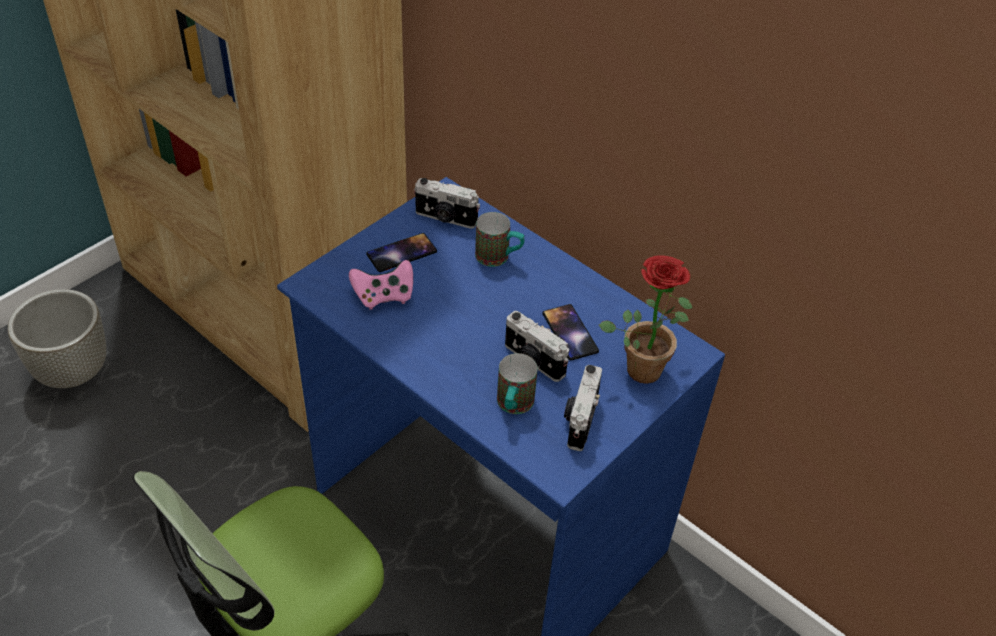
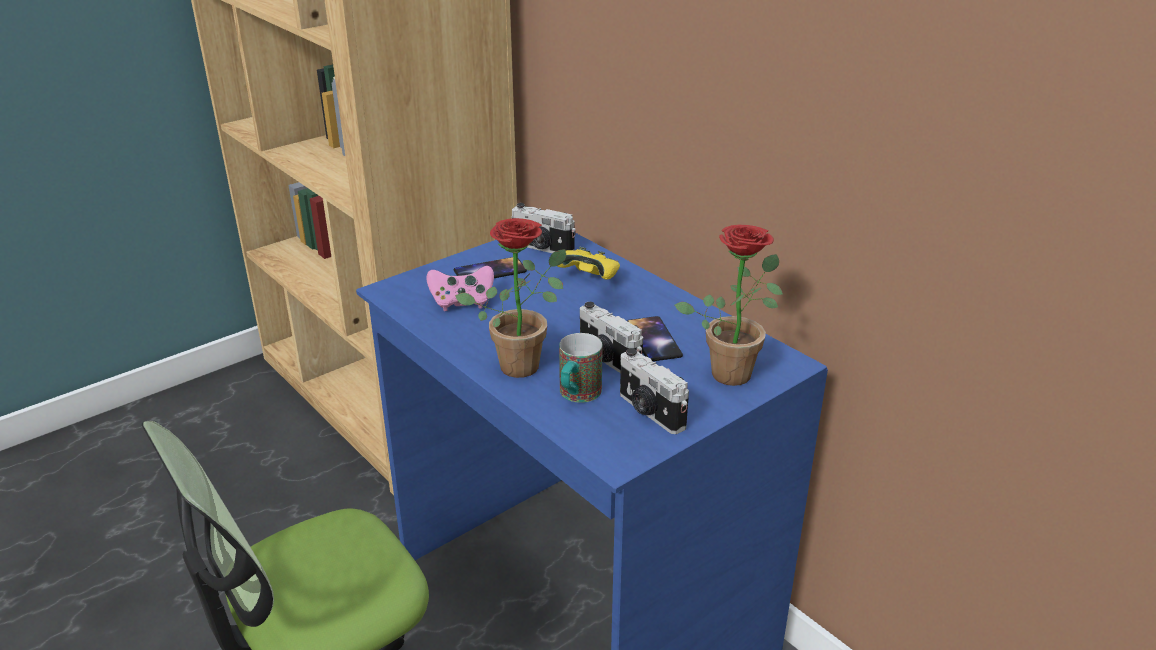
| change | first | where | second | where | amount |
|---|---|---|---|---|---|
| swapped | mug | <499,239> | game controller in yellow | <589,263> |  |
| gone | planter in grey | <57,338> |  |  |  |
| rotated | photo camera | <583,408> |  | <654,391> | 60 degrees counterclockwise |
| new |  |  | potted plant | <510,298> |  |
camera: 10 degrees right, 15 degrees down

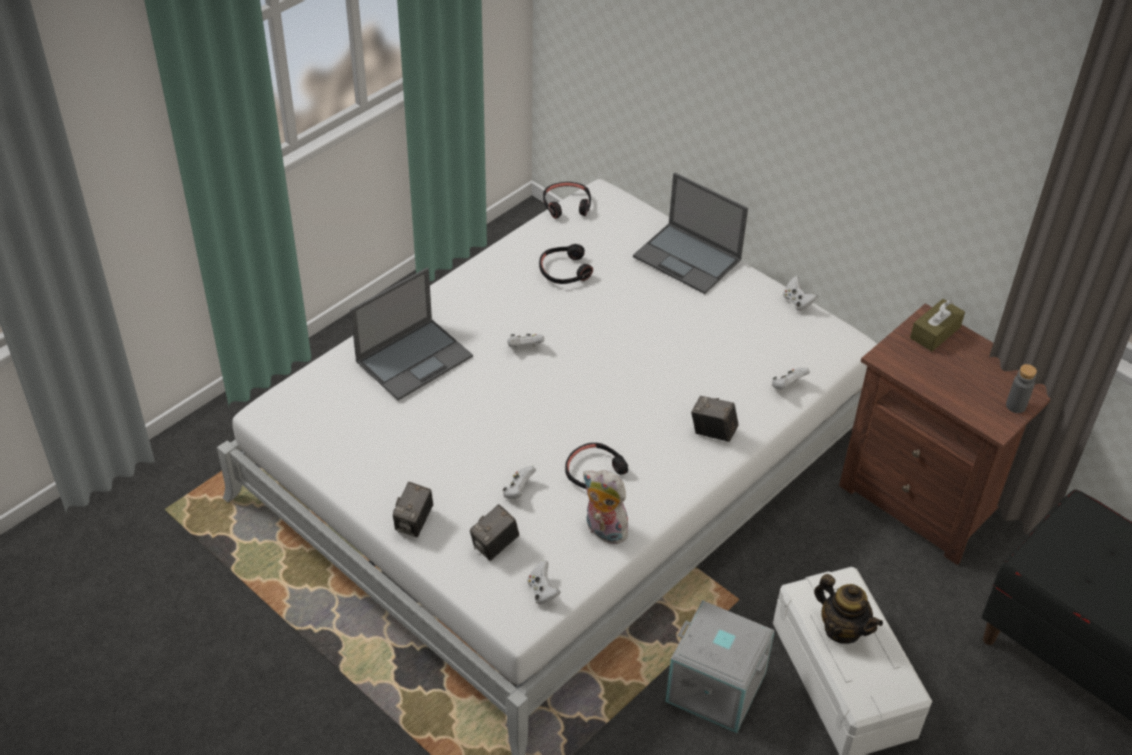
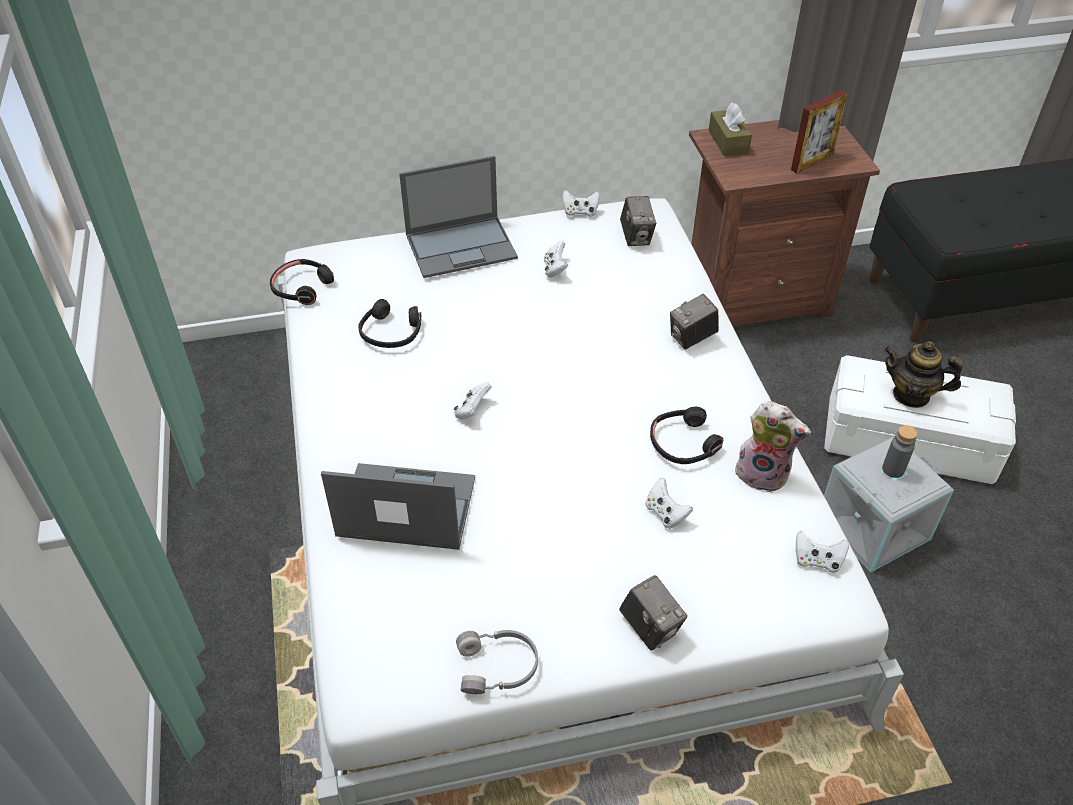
| change | first | where | second | where | amount |
|---|---|---|---|---|---|
| rotated | laptop | <411,334> |  | <398,506> | 75 degrees counterclockwise |
| shifted | bottle in grey | <1021,388> |  | <899,451> |  |
| shifted | game controller in white | <791,379> |  | <556,259> |  |
| rotated | plush toy | <605,507> |  | <773,447> | 135 degrees counterclockwise |
| shifted | photo camera | <494,532> |  | <638,221> |  |
| rotated | teapot | <848,609> |  | <923,374> | 150 degrees counterclockwise |
| new |  |  | picture frame | <819,131> |  |
| new |  |  | headphones in grey | <497,662> |  |
camera: 55 degrees left, 0 degrees up

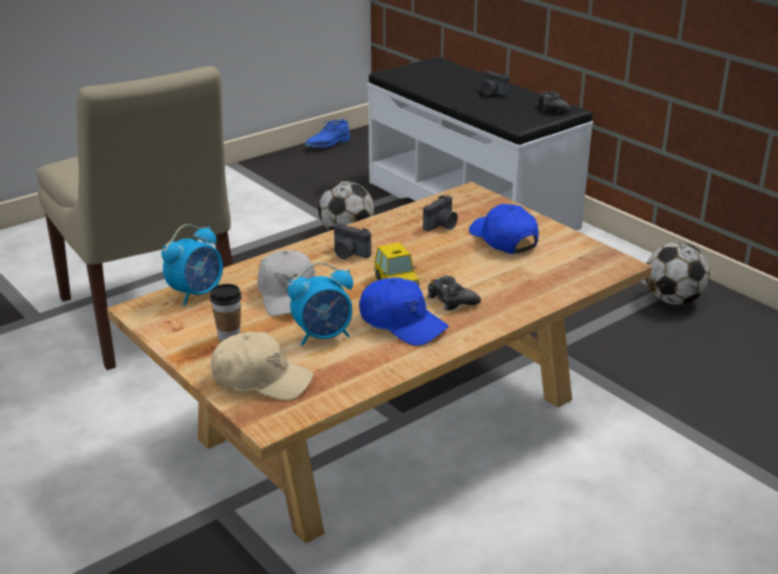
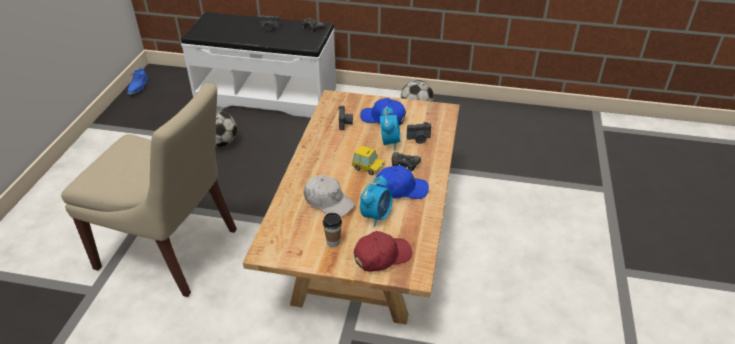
| change | first | where | second | where | amount |
|---|---|---|---|---|---|
| shifted | photo camera | <352,241> |  | <419,133> |  |
| shifted | alarm clock | <192,265> |  | <390,128> |  |
| repainted | cap in beige | <262,366> | cap in red | <383,251> |  |
camera: 40 degrees left, 10 degrees up

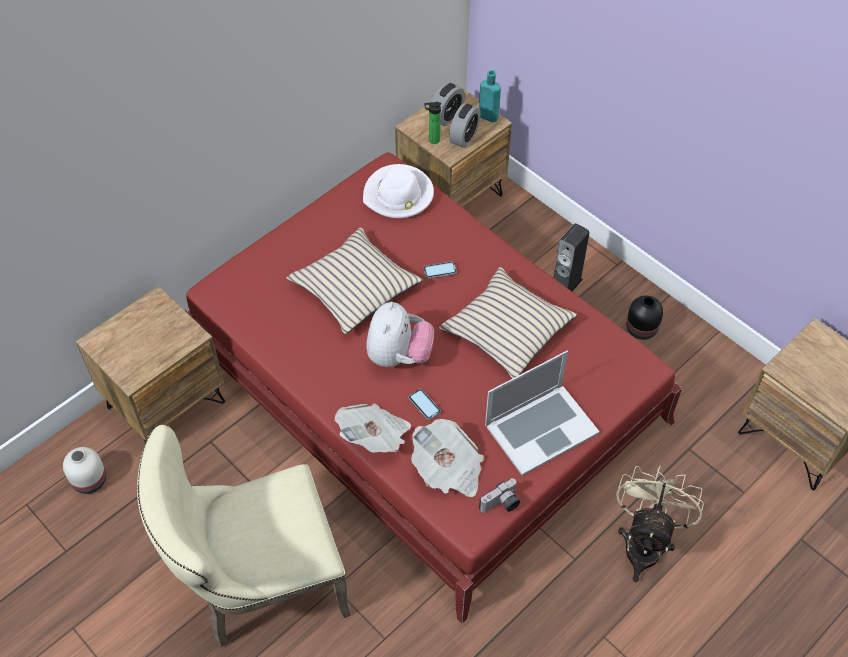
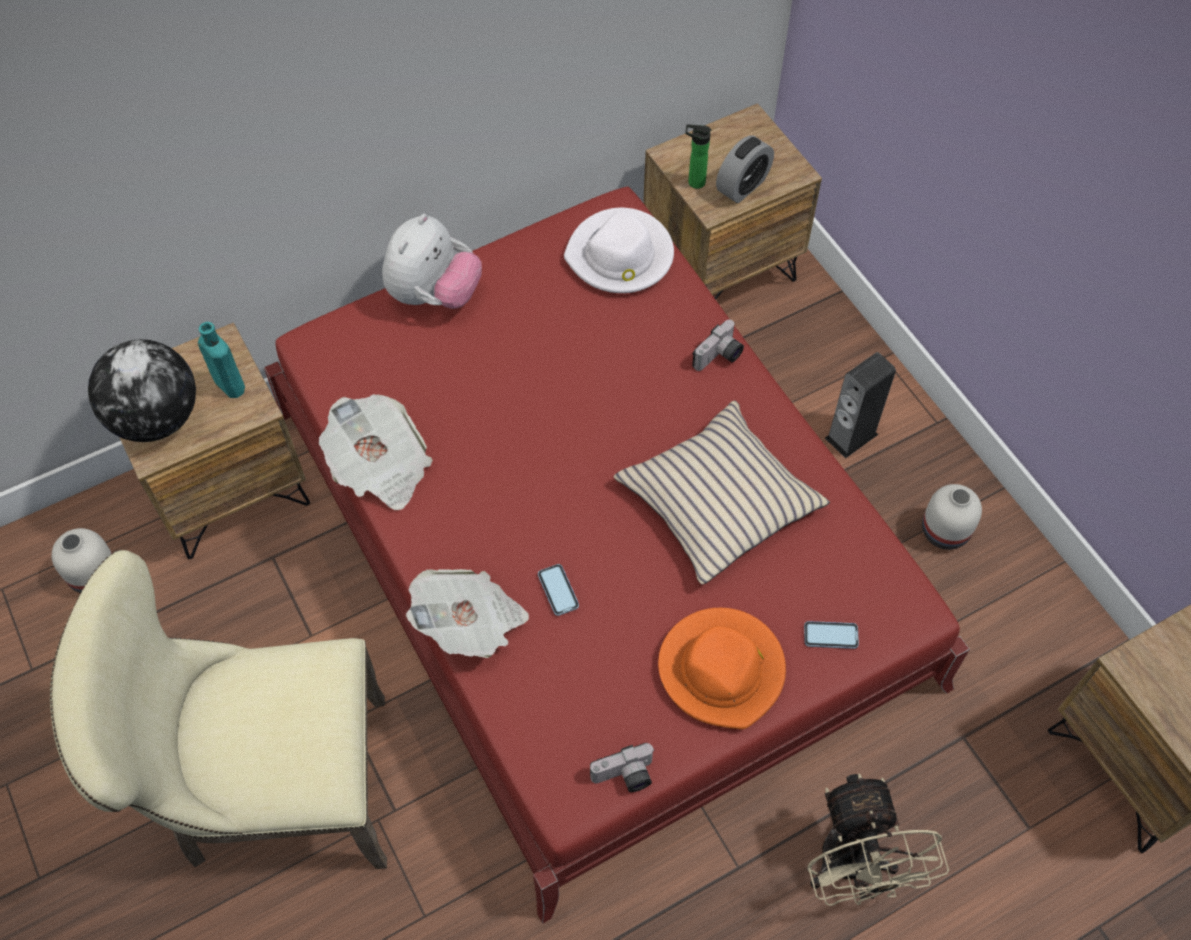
| change | first | where | second | where | amount |
|---|---|---|---|---|---|
| shifted | bottle in turquoise | <490,96> |  | <221,360> |  |
| gone | alarm clock | <448,104> |  |  |  |
| gone | pillow in beige | <355,280> |  |  |  |
| shifted | phone | <440,270> |  | <831,635> |  |
| repainted | vase in black | <644,317> | vase in white | <952,517> |  |
| shifted | plush toy | <400,334> |  | <432,261> |  |
| swapped | laptop | <542,413> | hat in orange | <722,668> |  |
| shifted | newspaper | <447,458> |  | <376,452> |  |
| rotated | fan in beige | <660,524> |  | <878,839> | 135 degrees clockwise |
| new |  |  | photo camera | <718,345> |  |
| new |  |  | globe | <142,390> |  |
camera: 15 degrees right, 5 degrees up

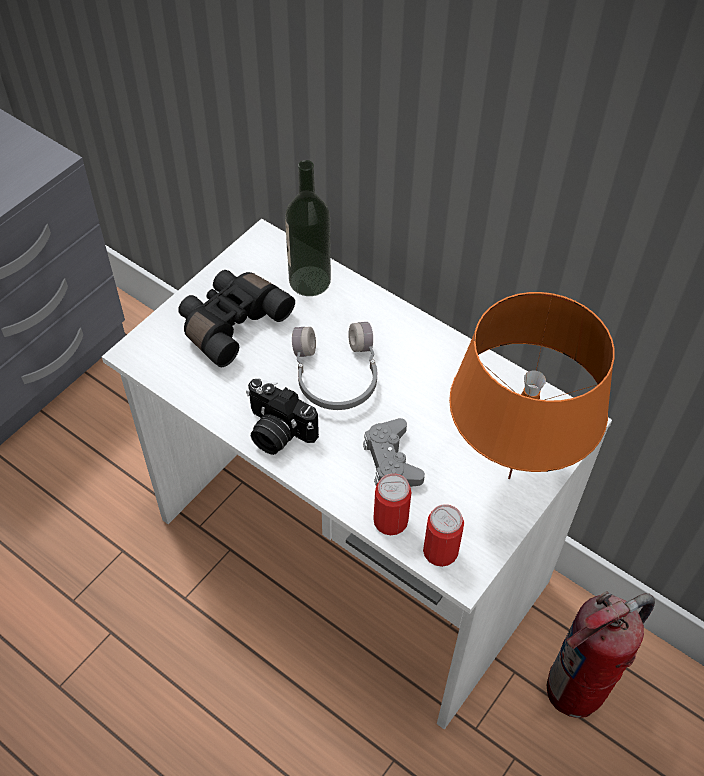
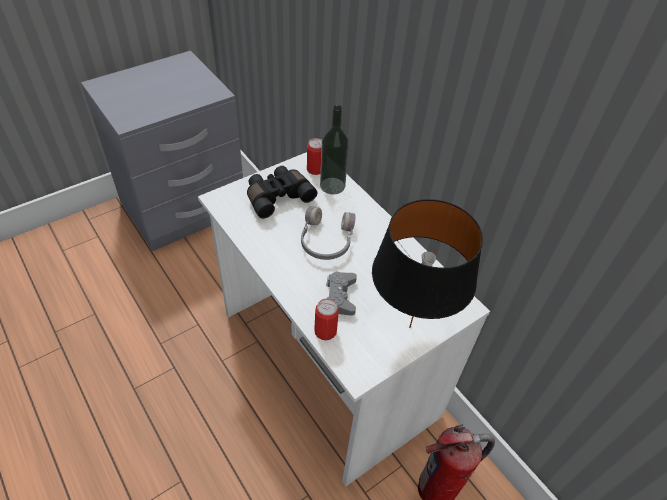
| change | first | where | second | where | amount |
|---|---|---|---|---|---|
| repainted | table lamp in orange | <532,385> | table lamp in black | <427,263> |  |
| gone | photo camera | <282,417> |  |  |  |
| shifted | can | <443,535> |  | <314,156> |  |
camera: 15 degrees right, 5 degrees down

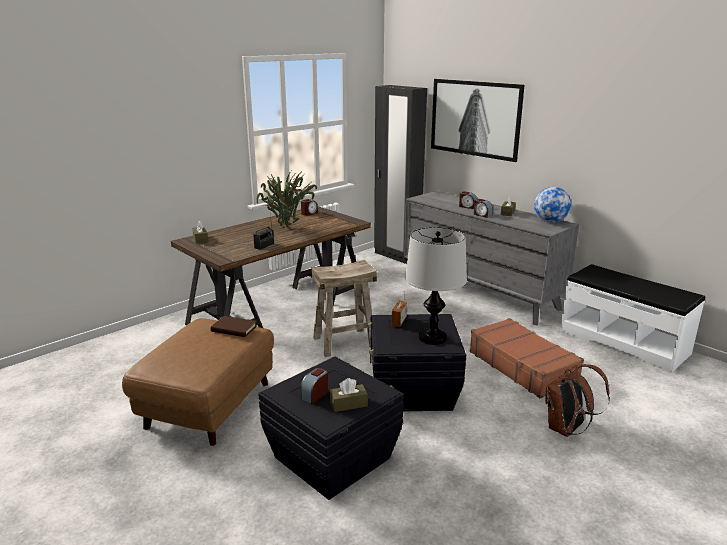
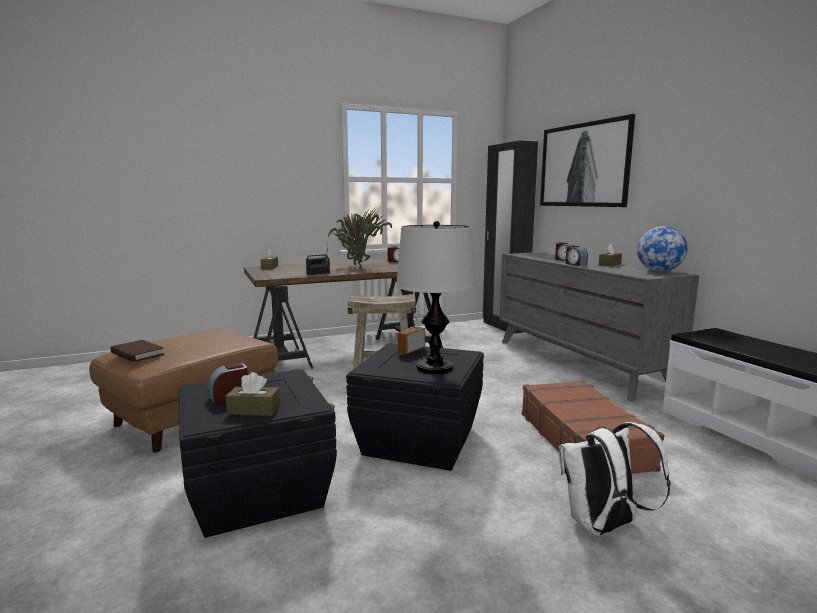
| change | first | where | second | where | amount |
|---|---|---|---|---|---|
| shifted | book in brown | <234,326> |  | <137,351> |  |
| repainted | backpack in brown | <577,400> | backpack in white | <615,479> |  |
camera: 20 degrees right, 10 degrees down

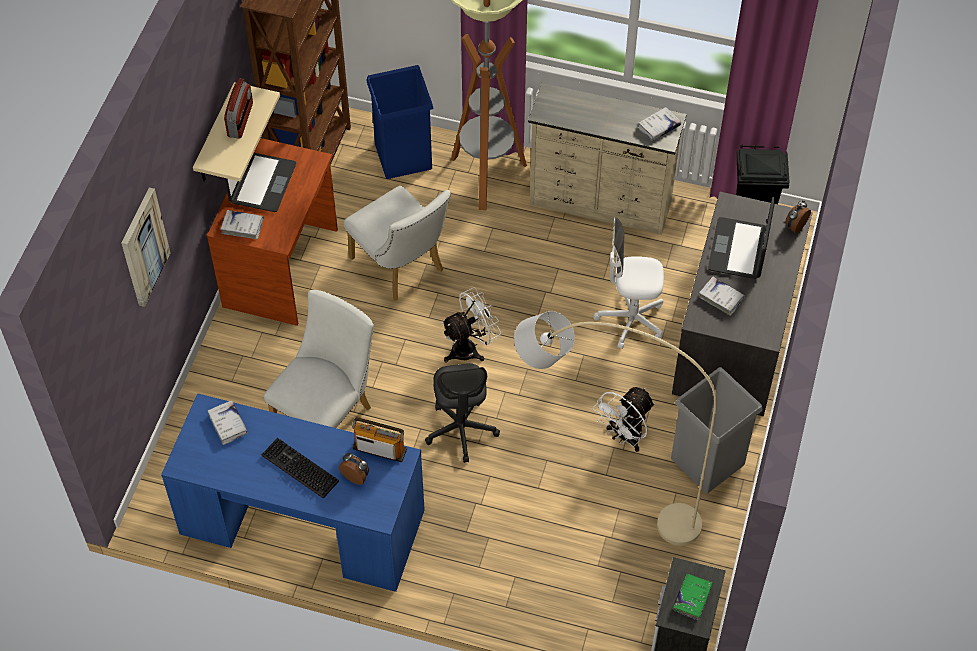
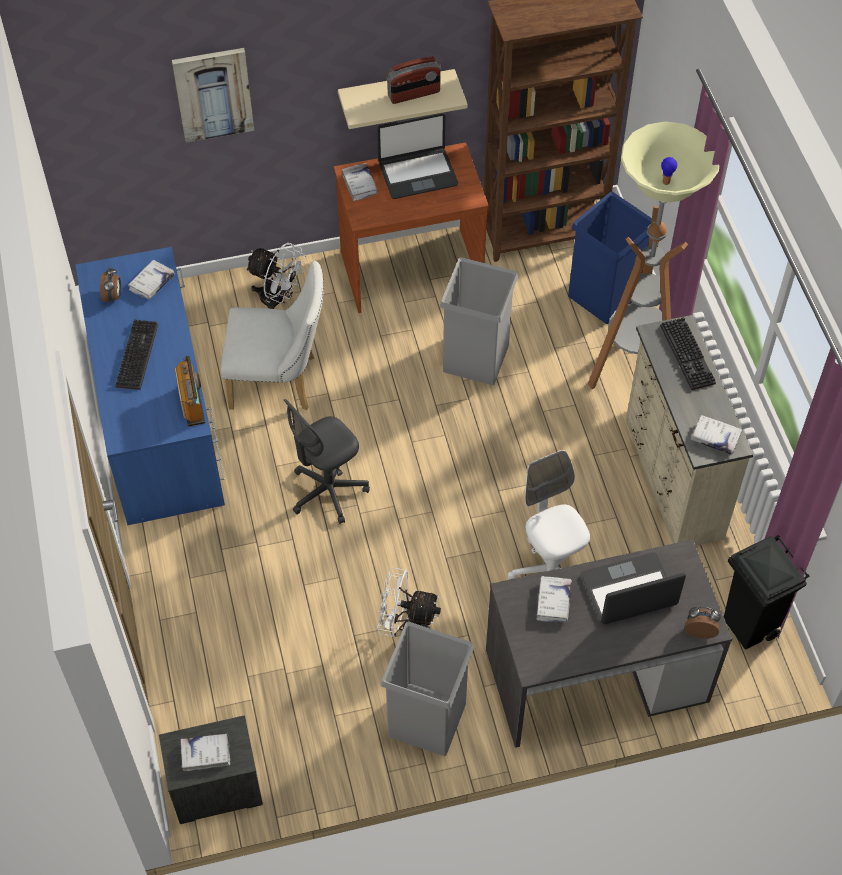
| change | first | where | second | where | amount |
|---|---|---|---|---|---|
| swapped | chair in white | <397,243> | trash can in grey | <479,321> |  |
| shifted | fan in white | <471,324> |  | <275,276> |  |
| gone | floor lamp in beige | <615,428> |  |  |  |
| shifted | alarm clock | <354,469> |  | <110,285> |  |
| repainted | book in green | <693,597> | book in white | <205,752> |  |
| new |  |  | keyboard | <688,353> |  |
camera: 60 degrees right, 0 degrees up

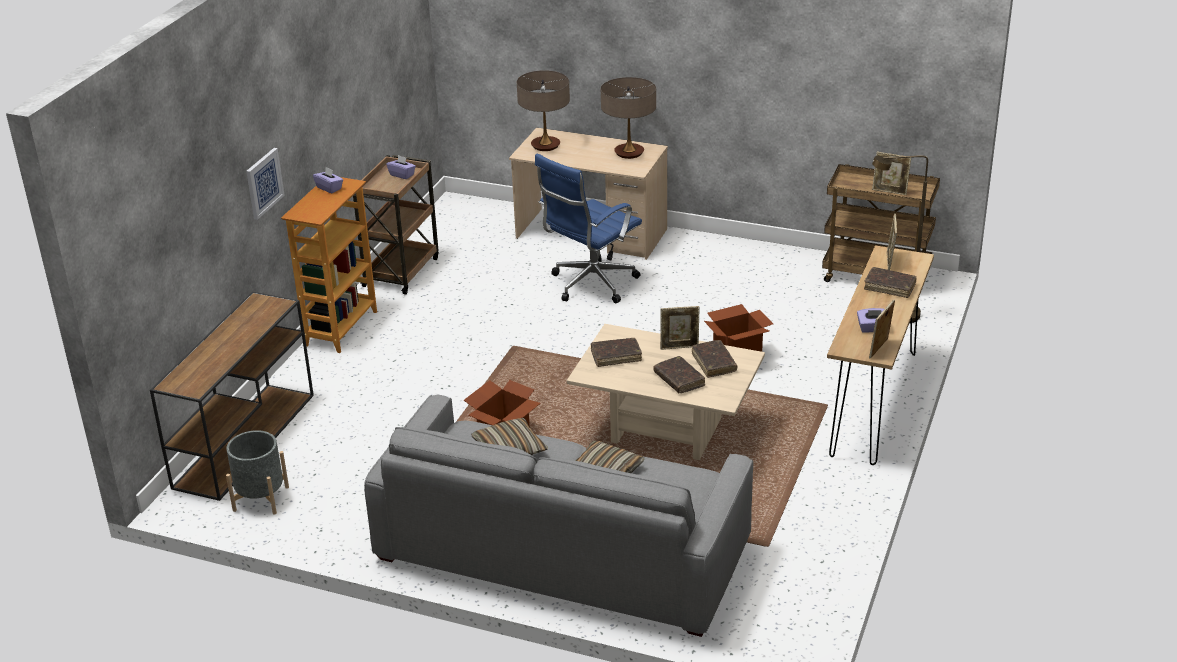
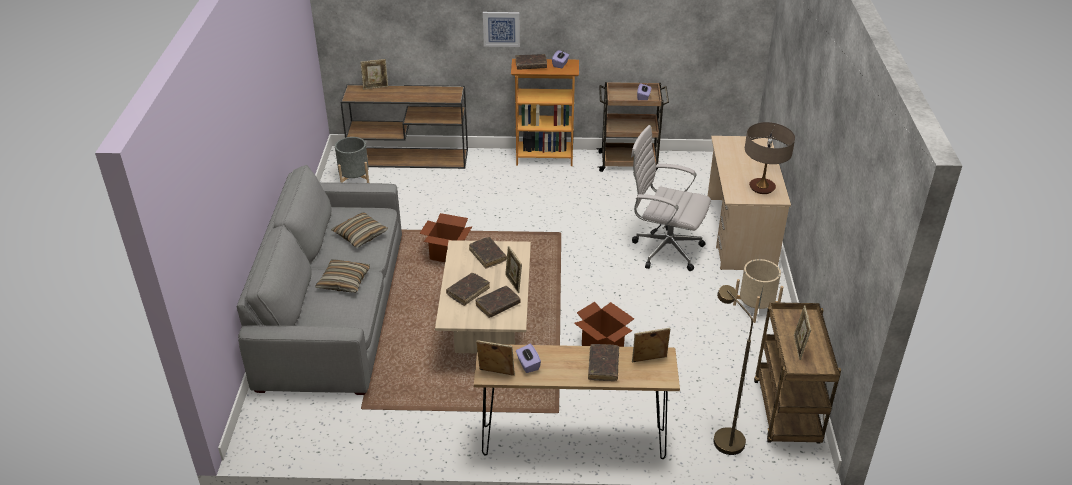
| change | first | where | second | where | amount |
|---|---|---|---|---|---|
| gone | table lamp | <543,110> |  |  |  |
| repainted | office chair in blue | <588,228> | office chair in white | <671,198> |  |
| new |  |  | book in brown | <531,62> |  |
| new |  |  | picture frame | <374,74> |  |
| new |  |  | planter in beige | <758,291> |  |
camera: 70 degrees right, 5 degrees up

